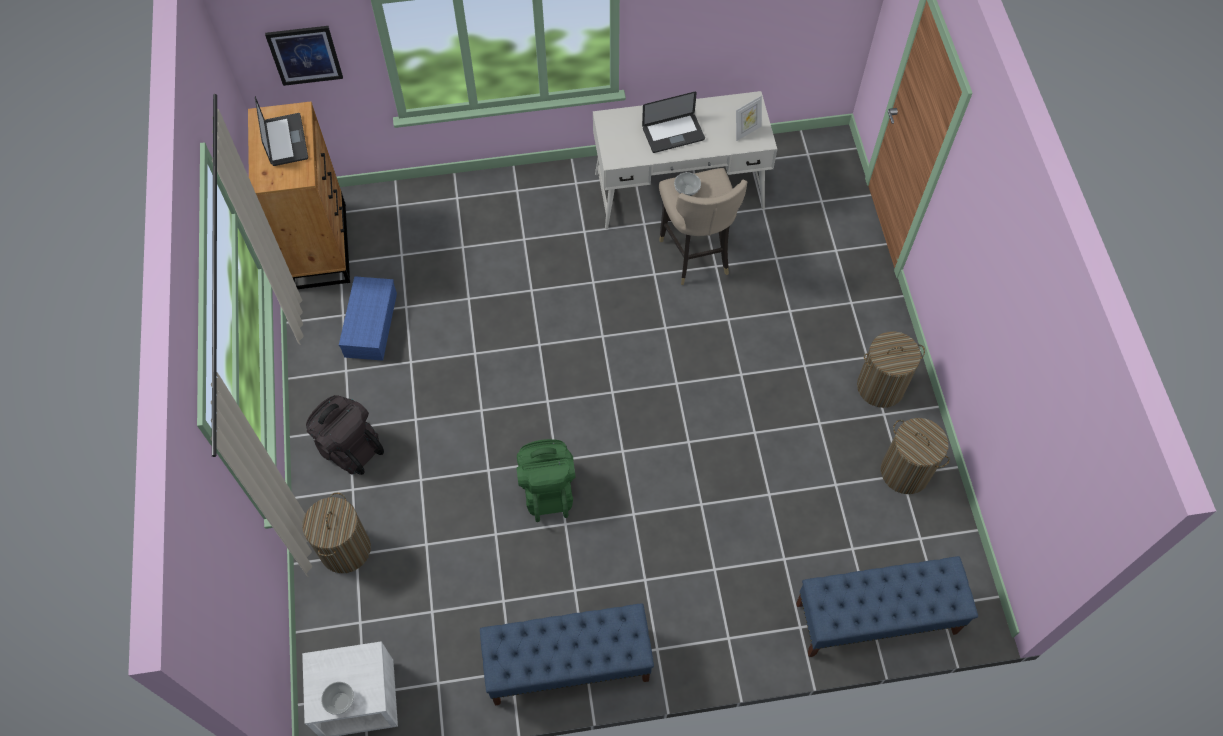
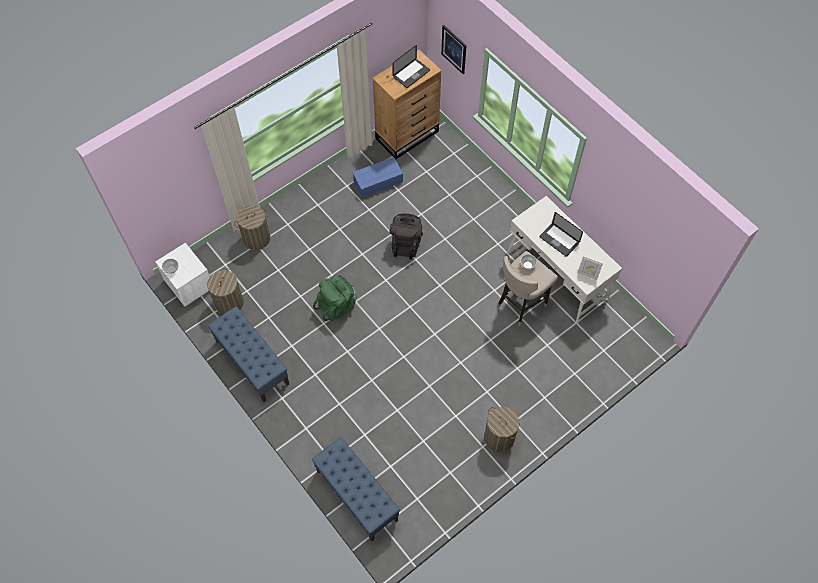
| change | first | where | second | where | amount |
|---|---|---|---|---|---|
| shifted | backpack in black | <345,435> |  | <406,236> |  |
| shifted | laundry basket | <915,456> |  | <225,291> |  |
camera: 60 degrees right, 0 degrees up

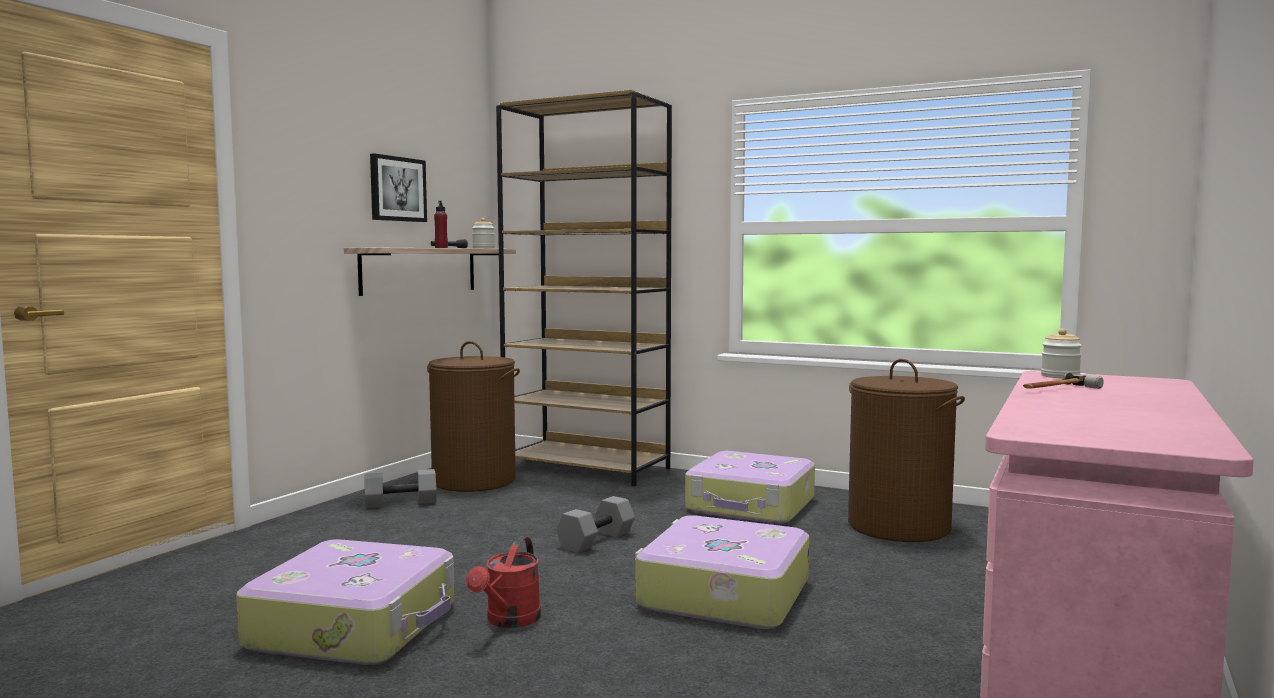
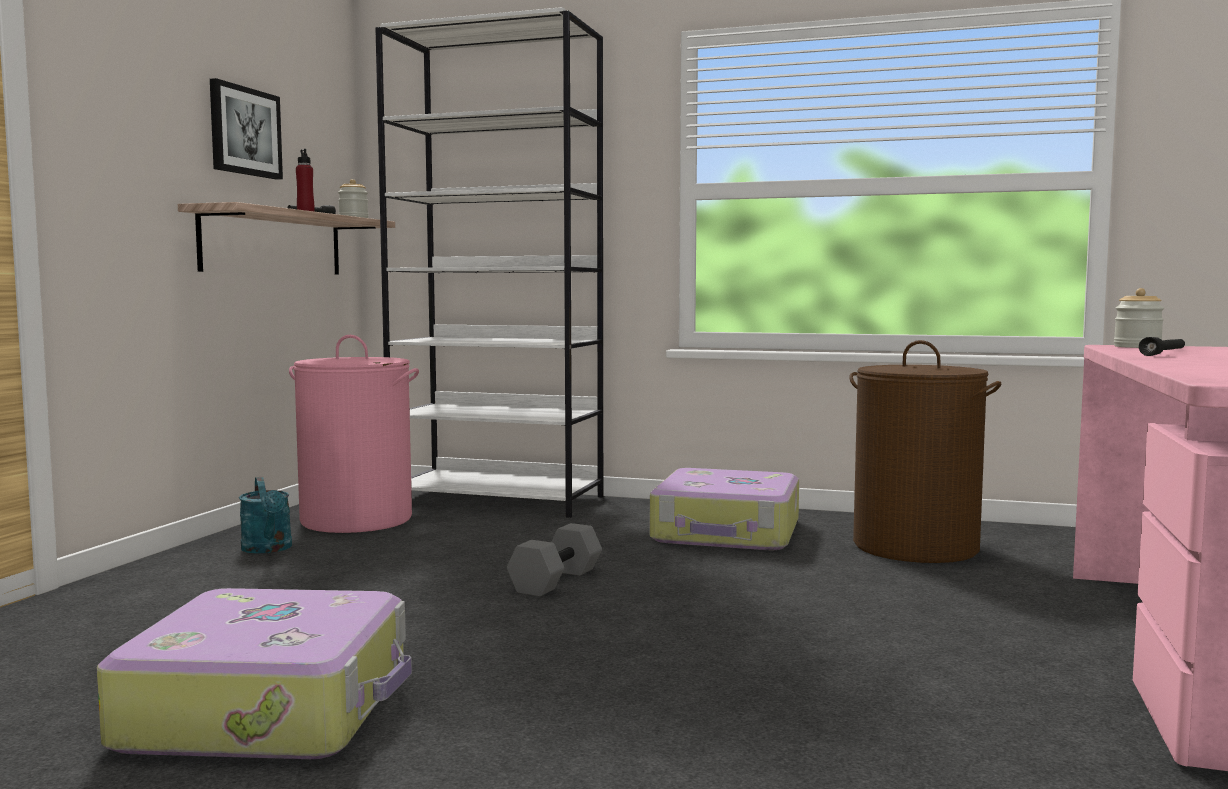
| change | first | where | second | where | amount |
|---|---|---|---|---|---|
| repainted | bookcase in brown | <584,288> | bookcase in white | <489,262> |  |
| repainted | laundry basket in brown | <473,416> | laundry basket in pink | <354,434> |  |
| swapped | hammer | <1063,381> | flashlight in black | <1162,346> |  |
| swapped | dumbbell in grey | <400,488> | watering can in turquoise | <265,515> |  |
| gone | suitcase | <722,572> |  |  |  |
| gone | watering can in red | <503,582> |  |  |  |
camera: 10 degrees left, 0 degrees up

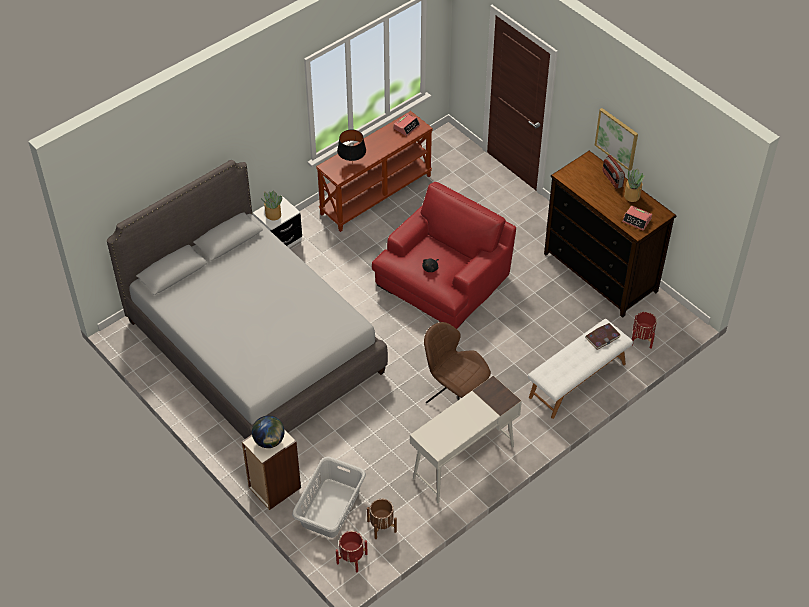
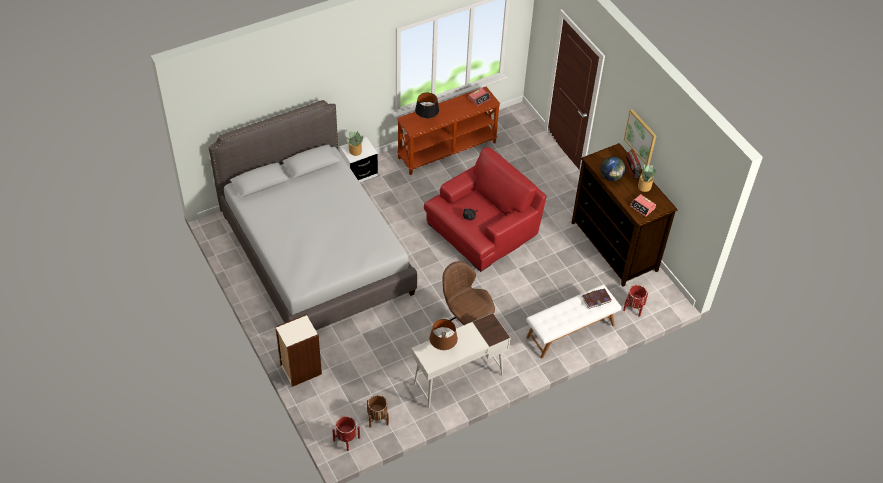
| change | first | where | second | where | amount |
|---|---|---|---|---|---|
| shifted | globe | <268,432> |  | <613,168> |  |
| gone | laundry basket in grey | <329,497> |  |  |  |
| new |  |  | table lamp in brown | <443,334> |  |
camera: 10 degrees right, 0 degrees up

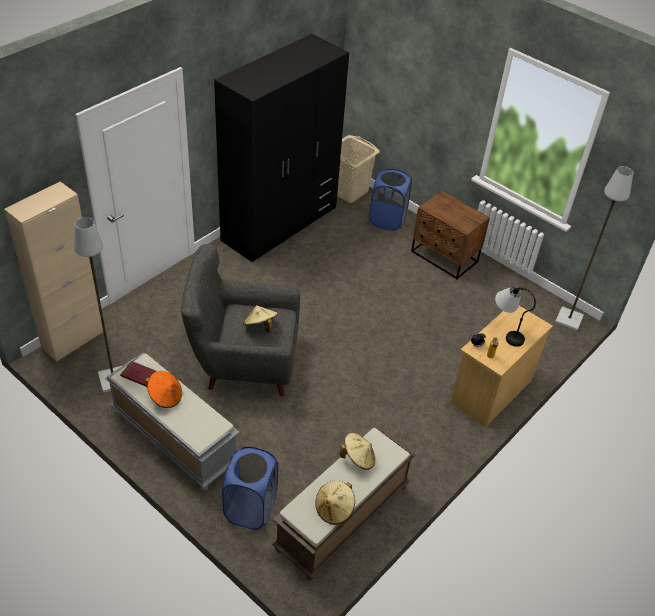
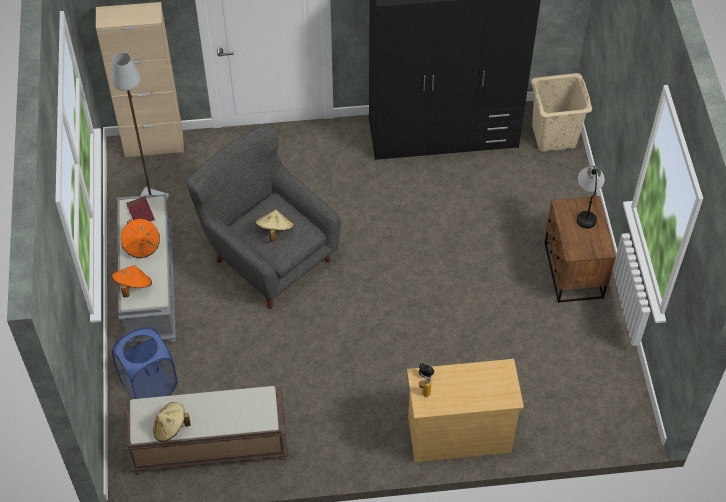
| change | first | where | second | where | amount |
|---|---|---|---|---|---|
| gone | floor lamp in grey | <594,248> |  |  |  |
| gone | laundry basket in blue | <390,199> |  |  |  |
| shifted | table lamp | <515,316> |  | <591,197> |  |
| gone | hat in beige | <357,451> |  |  |  |
| new |  |  | hat in orange | <132,281> |  |
camera: 45 degrees right, 10 degrees up

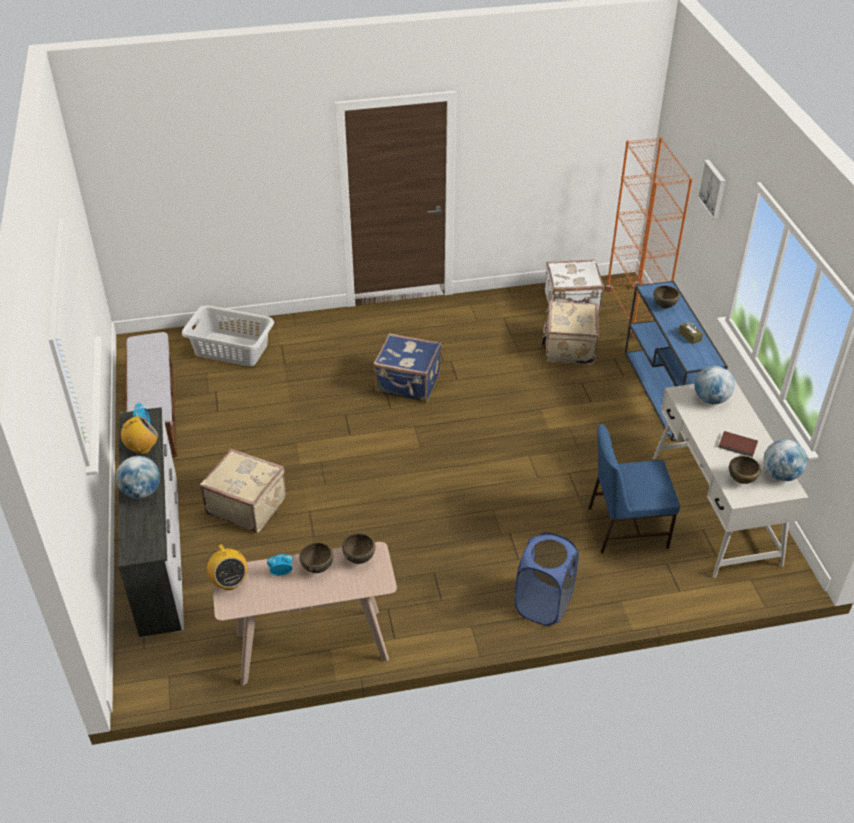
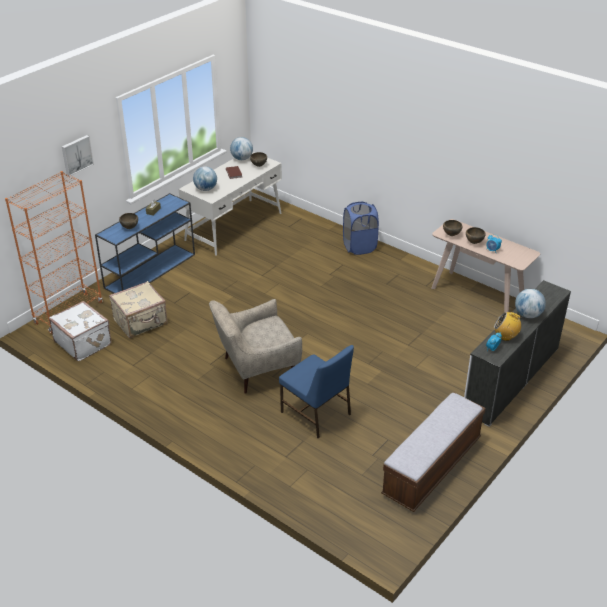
| change | first | where | second | where | amount |
|---|---|---|---|---|---|
| gone | laundry basket in grey | <228,335> |  |  |  |
| swapped | suitcase in blue | <407,367> | armchair in beige | <255,346> |  |
| shifted | chair in blue | <634,489> |  | <316,392> |  |
| gone | suitcase in beige | <243,490> |  |  |  |
| gone | radio | <227,567> |  |  |  |
camera: 130 degrees left, 5 degrees down

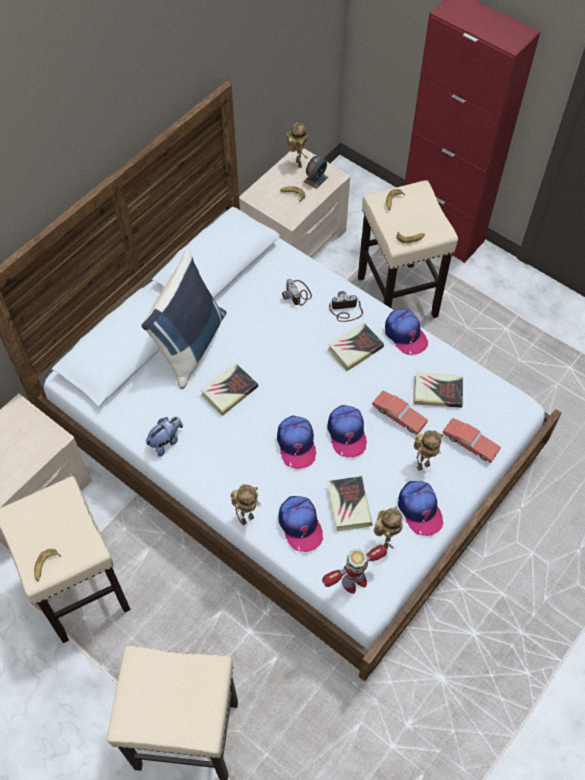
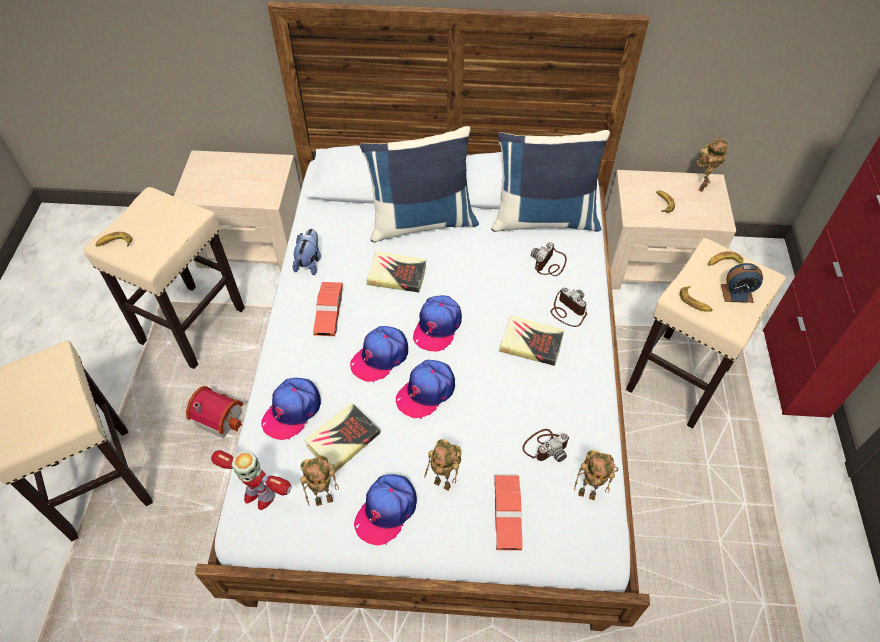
| change | first | where | second | where | amount |
|---|---|---|---|---|---|
| shifted | alarm clock | <316,172> |  | <742,283> |  |
| shifted | cap | <407,332> |  | <437,323> |  |
| swapped | book | <438,389> | photo camera | <546,445> |  |
| shifted | toy car in red | <400,413> |  | <328,309> |  |
| rotated | plush toy | <164,437> |  | <307,252> | 90 degrees counterclockwise |
| shifted | toy robot | <246,504> |  | <596,475> |  |
| new |  |  | pillow in blue | <550,181> |  |
| new |  |  | toy house | <215,412> |  |
camera: 55 degrees right, 5 degrees down

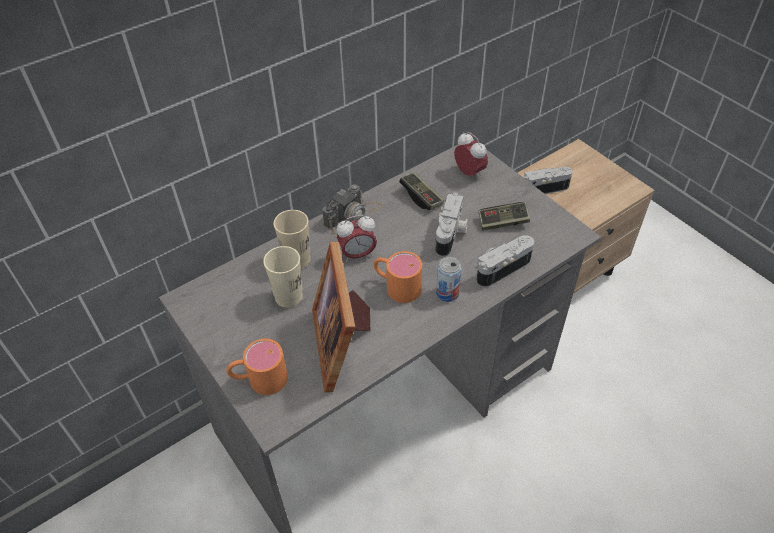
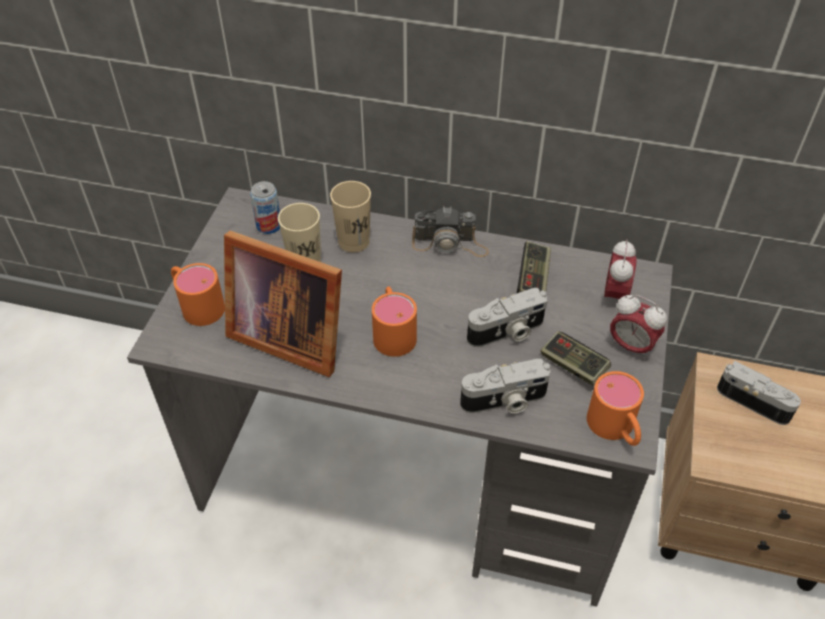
| change | first | where | second | where | amount |
|---|---|---|---|---|---|
| shifted | alarm clock | <357,238> |  | <638,327> |  |
| rotated | photo camera | <505,261> |  | <505,386> | 150 degrees clockwise |
| rotated | picture frame | <341,317> |  | <283,304> | 105 degrees counterclockwise |
| shifted | can | <449,279> |  | <265,207> |  |
| new |  |  | mug in orange | <615,408> |  |
camera: 50 degrees right, 0 degrees up

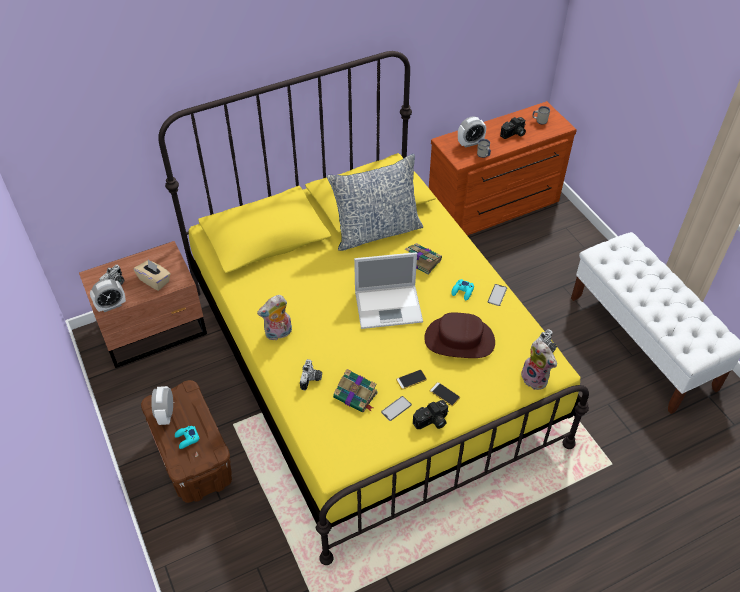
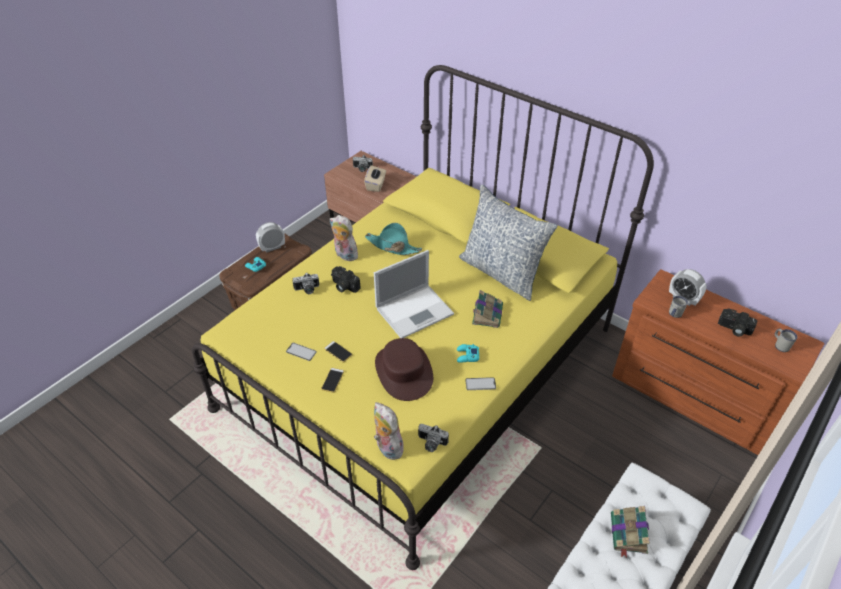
| change | first | where | second | where | amount |
|---|---|---|---|---|---|
| rotated | laptop | <388,290> |  | <414,294> | 90 degrees counterclockwise |
| gone | alarm clock | <108,295> |  |  |  |
| rotated | plush toy | <539,365> |  | <389,431> | 120 degrees clockwise |
| shifted | book | <355,390> |  | <630,532> |  |
| shifted | photo camera | <430,414> |  | <345,279> |  |
| new |  |  | hat in turquoise | <393,239> |  |
camera: 65 degrees right, 5 degrees down

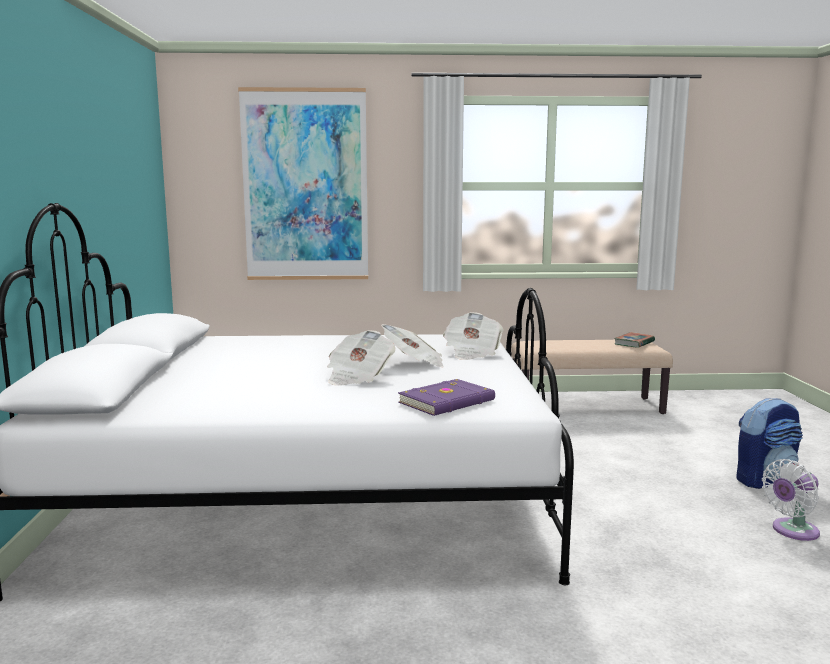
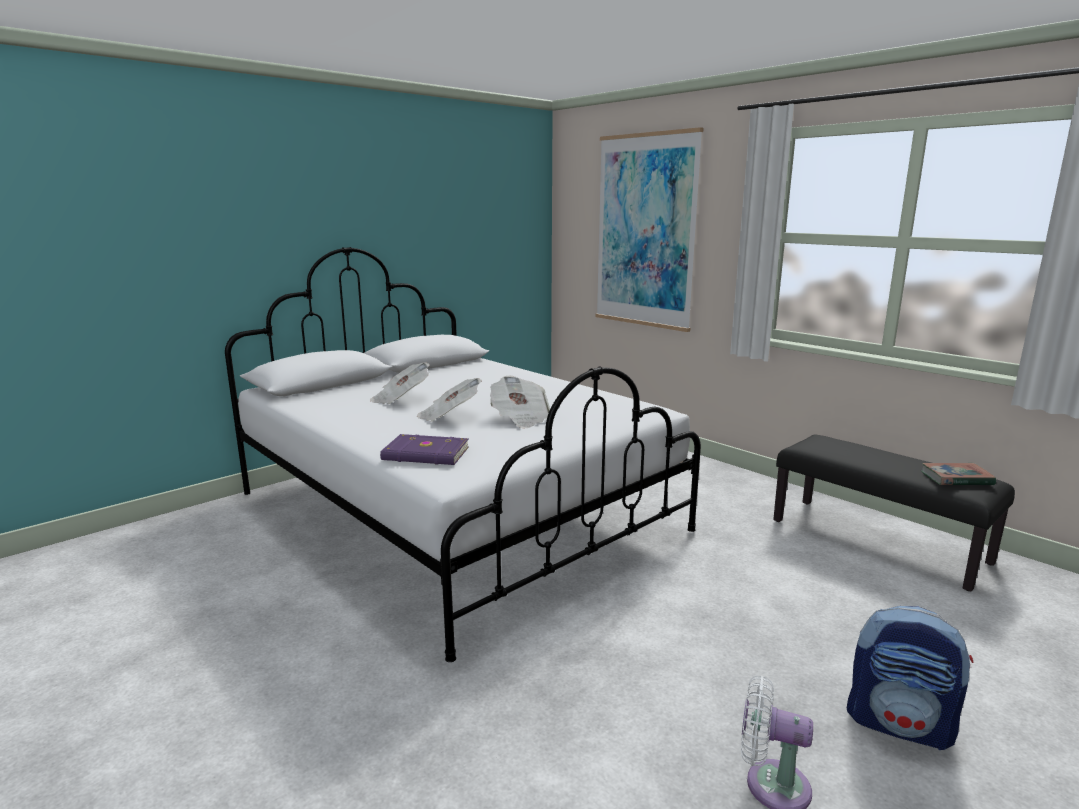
| change | first | where | second | where | amount |
|---|---|---|---|---|---|
| shifted | newspaper | <473,336> |  | <400,383> |  |
| repainted | bench in beige | <592,377> | bench in black | <894,513> |  |
camera: 50 degrees right, 5 degrees up

